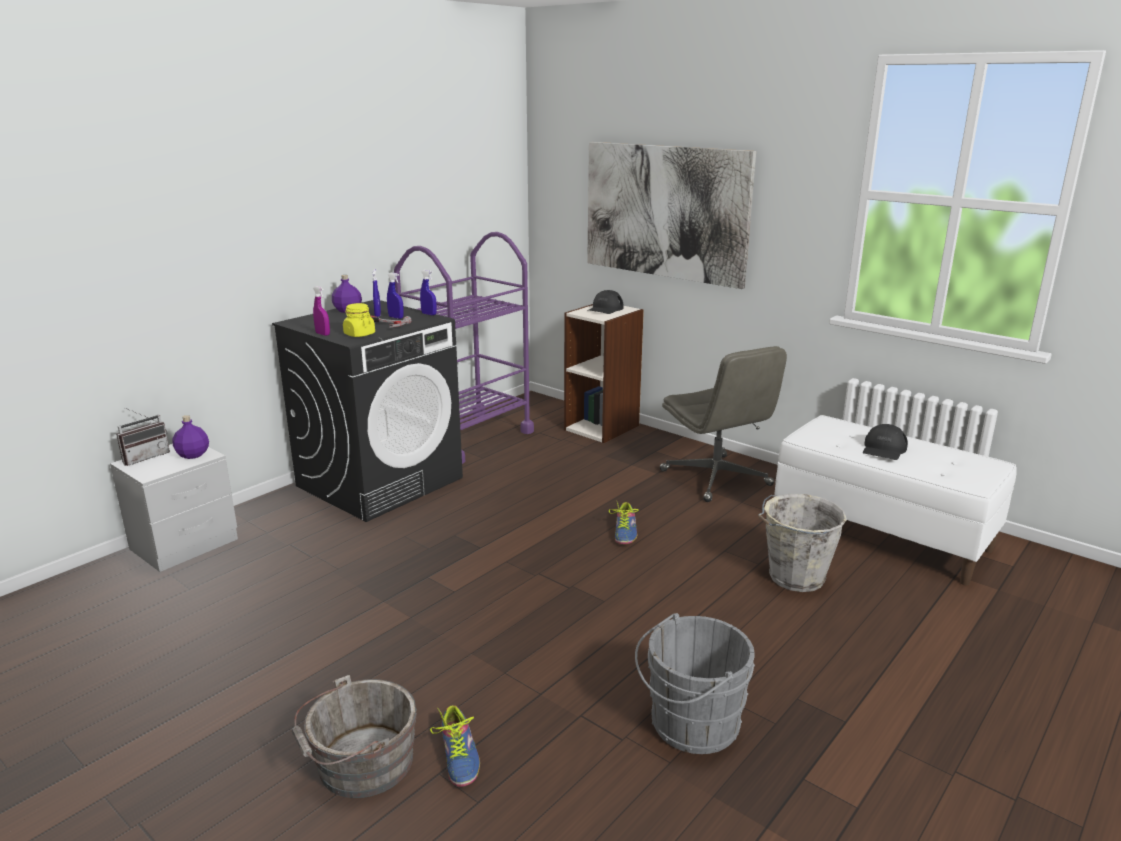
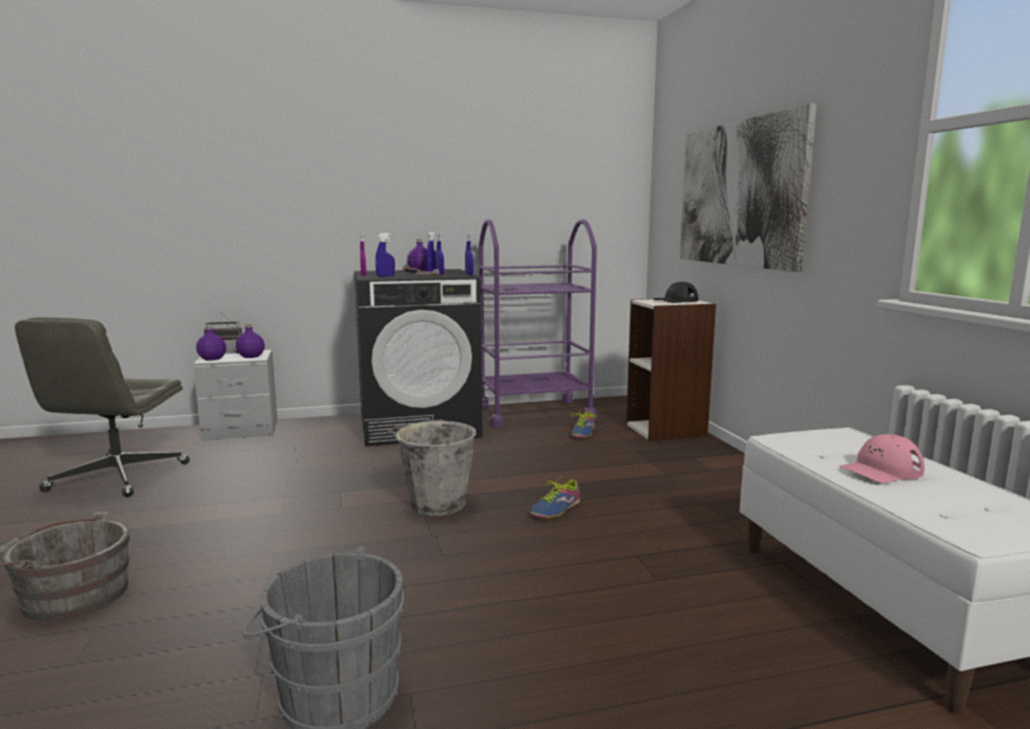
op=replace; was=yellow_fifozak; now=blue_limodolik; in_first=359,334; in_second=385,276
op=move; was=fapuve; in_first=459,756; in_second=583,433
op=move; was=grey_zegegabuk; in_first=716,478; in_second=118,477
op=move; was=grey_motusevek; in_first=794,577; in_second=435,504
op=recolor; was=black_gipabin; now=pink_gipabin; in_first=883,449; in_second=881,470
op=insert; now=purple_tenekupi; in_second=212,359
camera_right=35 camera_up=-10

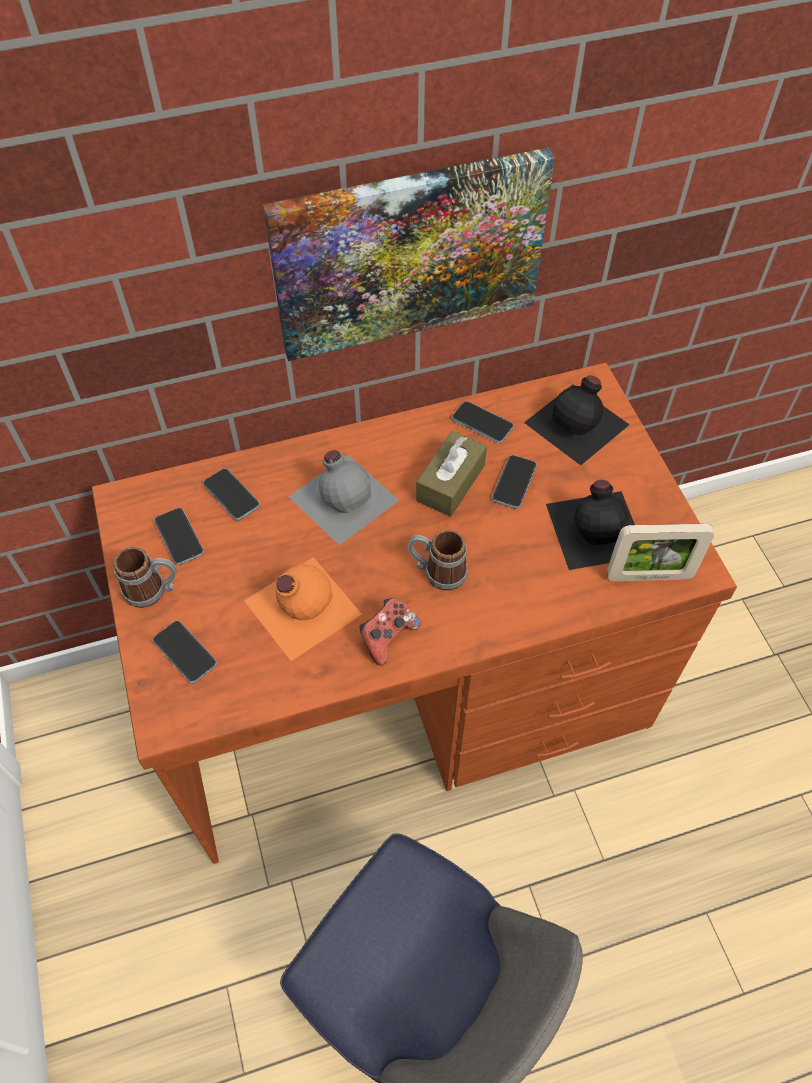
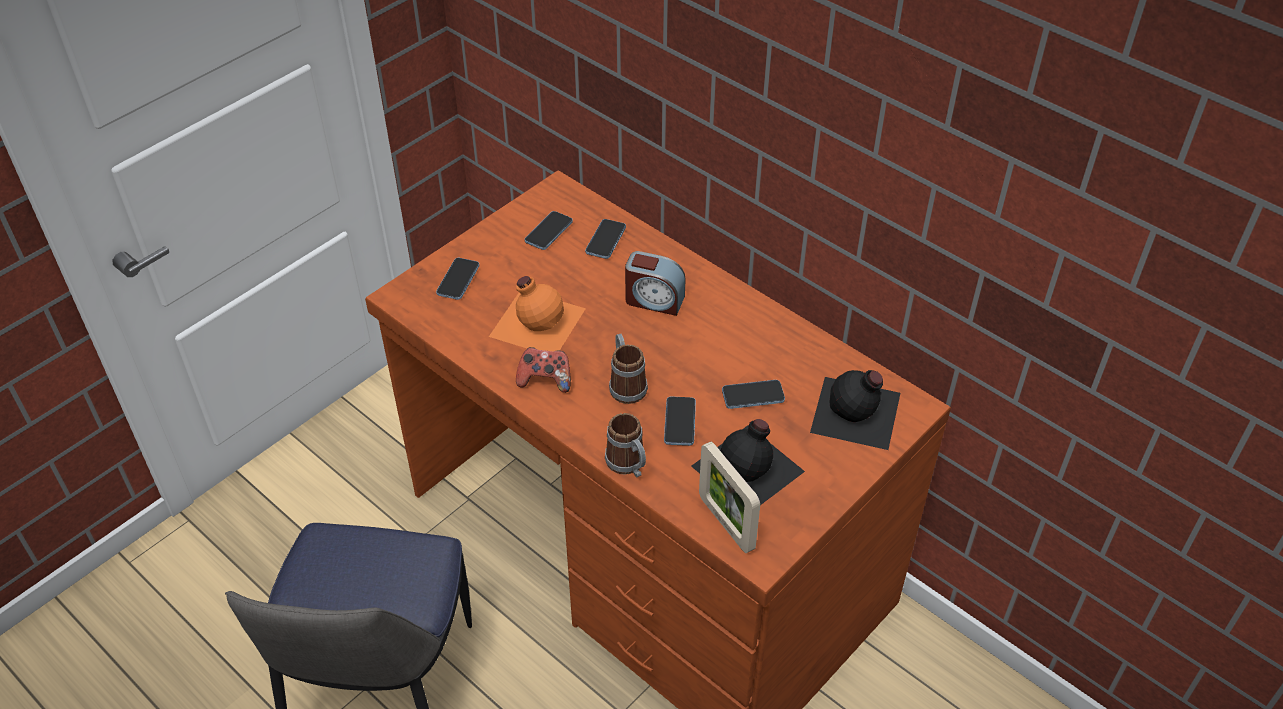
op=move; was=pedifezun; in_first=153,590; in_second=629,465
op=delete; was=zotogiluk; in_first=409,254
op=replace; was=grey_tenekupi; now=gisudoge; in_first=343,496; in_second=654,300
op=delete; was=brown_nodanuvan; in_first=450,483
op=move; was=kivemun; in_first=482,423; in_second=680,422
camera_right=60 camera_up=-10

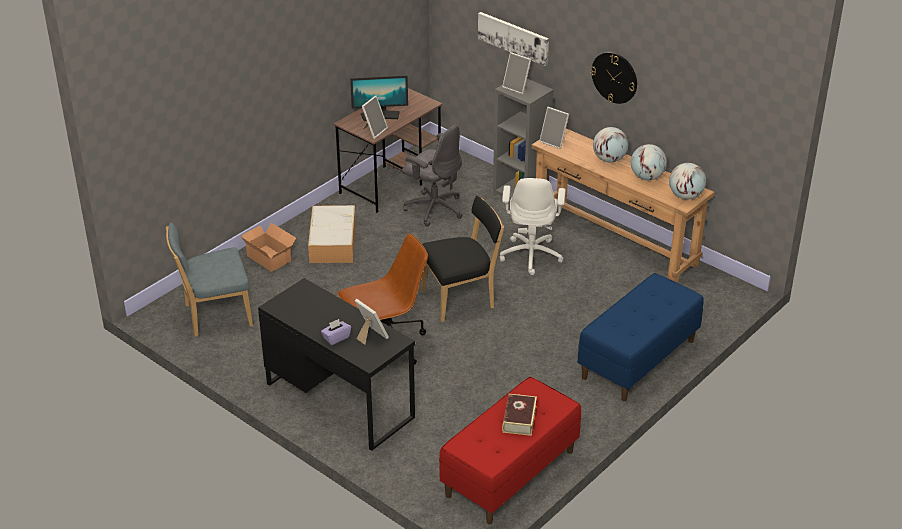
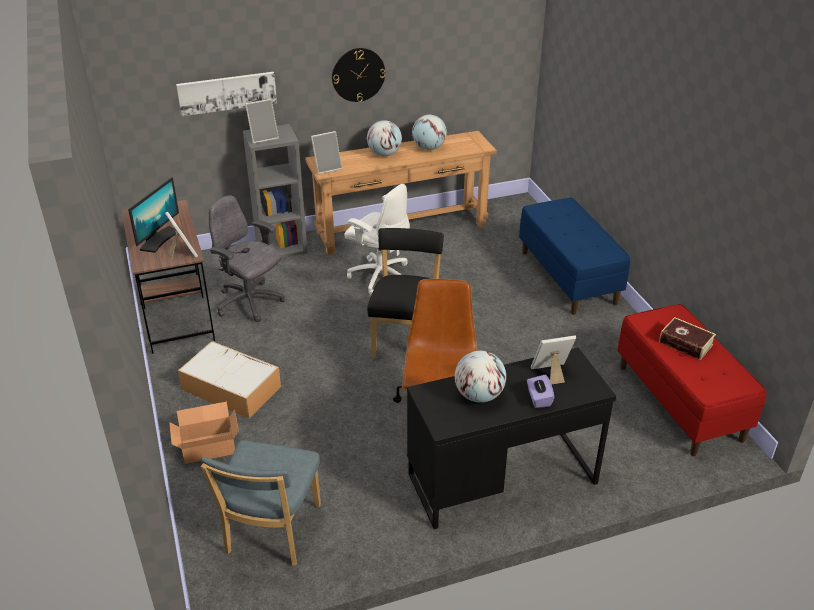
op=rotate; was=grey_zegegabuk; in_first=434,208; in_second=250,303; clockwise=-120
op=move; was=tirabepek; in_first=685,196; in_second=479,395
camera_right=-60 camera_up=0

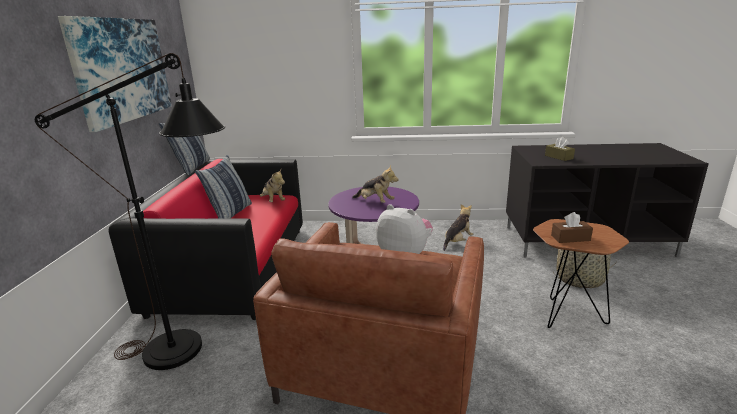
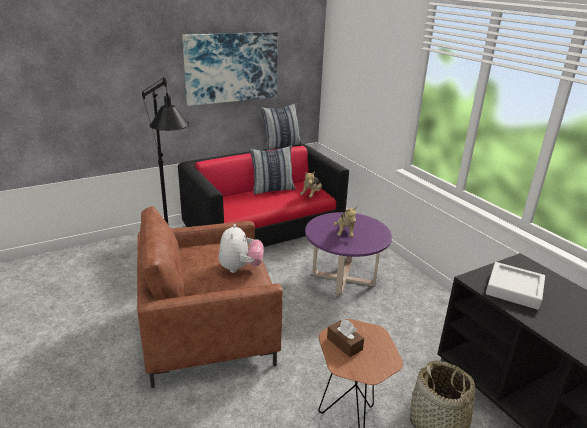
op=delete; was=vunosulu; in_first=457,241
op=replace; was=brown_nodanuvan; now=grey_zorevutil; in_first=559,157; in_second=514,289
camera_right=55 camera_up=5

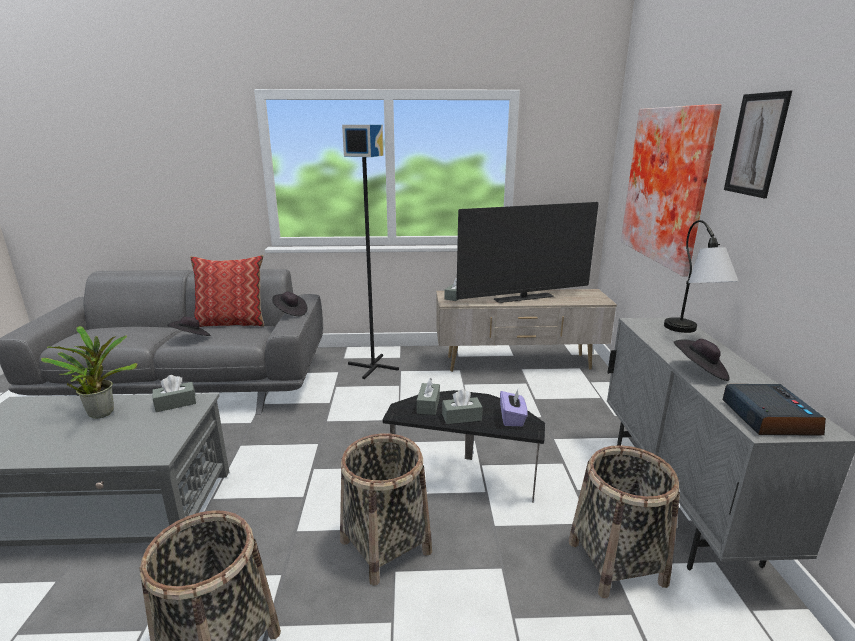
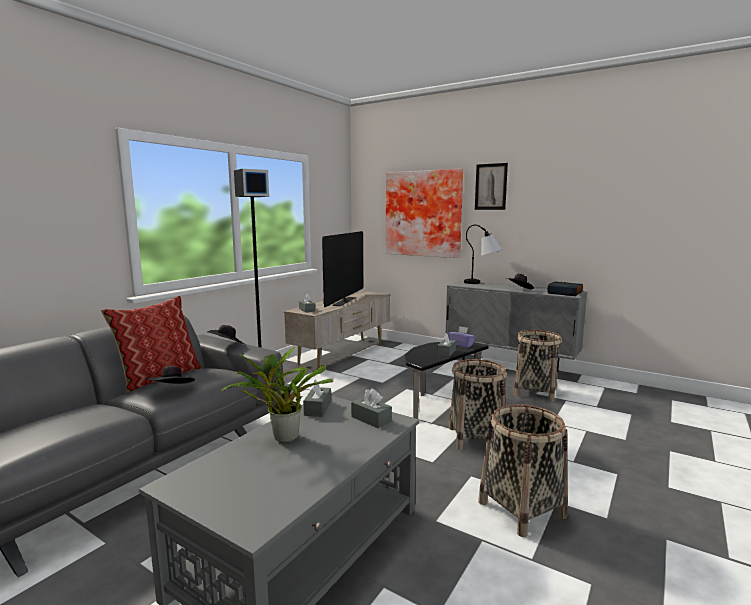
op=move; was=grey_nodanuvan; in_first=428,405; in_second=371,419
camera_right=-55 camera_up=-10

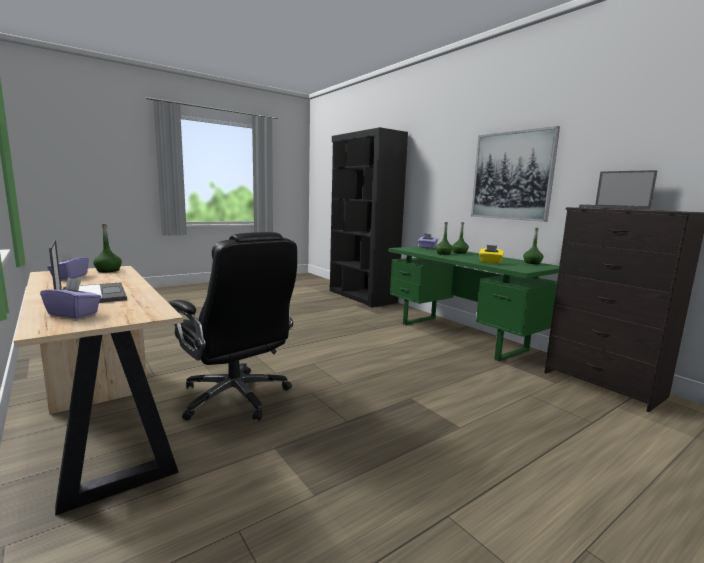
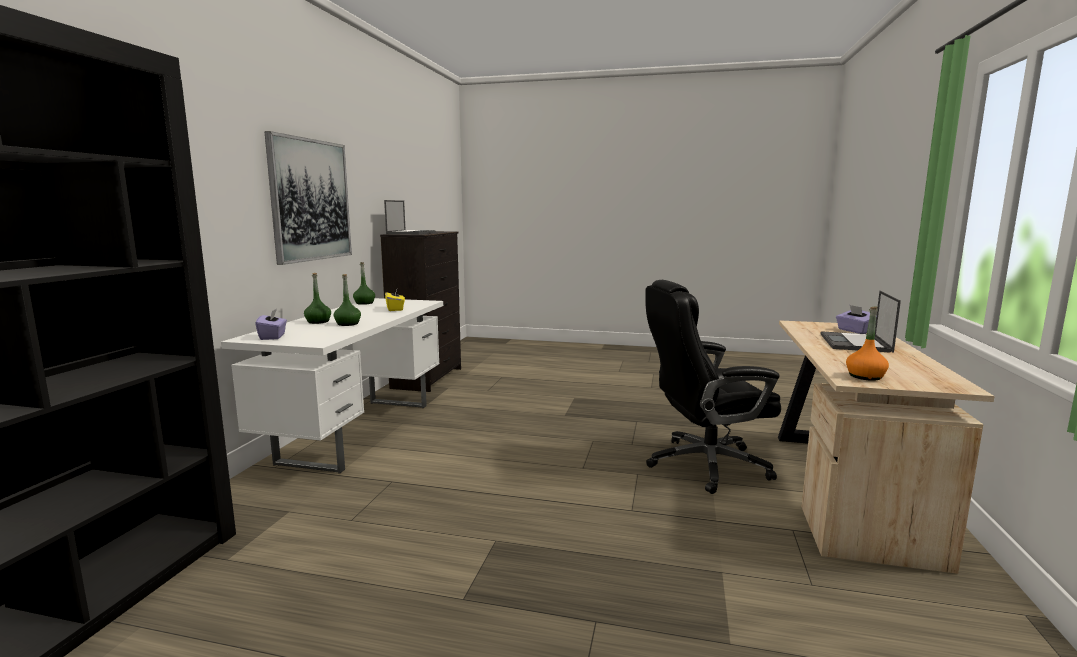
op=delete; was=purple_nodanuvan; in_first=70,277
op=recolor; was=green_tenekupi; now=orange_tenekupi; in_first=108,270; in_second=865,376
op=rotate; was=black_zegegabuk; in_first=236,397; in_second=704,465; clockwise=-105
op=recolor; was=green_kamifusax; now=white_kamifusax; in_first=461,336; in_second=359,431
camera_right=-130 camera_up=0

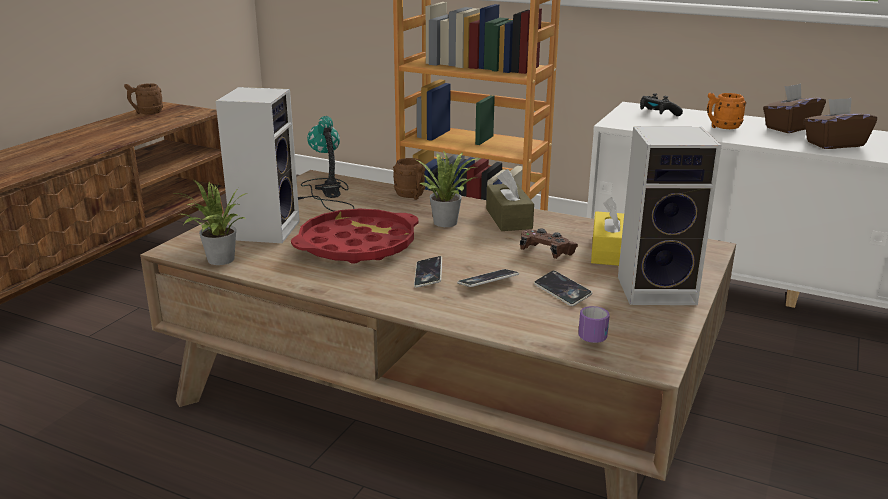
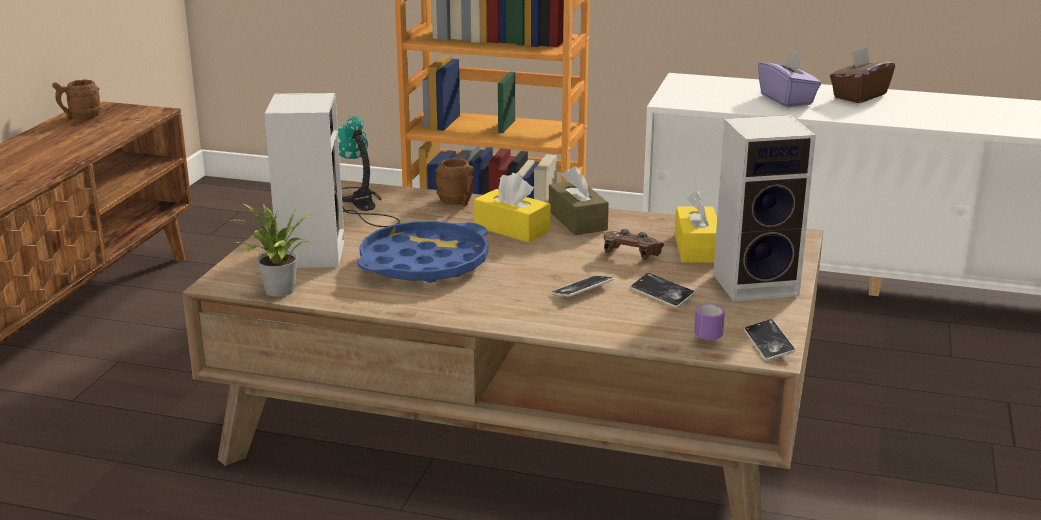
op=recolor; was=red_zorevutil; now=blue_zorevutil; in_first=357,245; in_second=424,263
op=replace; was=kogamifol; now=yellow_nodanuvan; in_first=447,222; in_second=512,229
op=move; was=kivemun; in_first=428,275; in_second=768,344
op=delete; was=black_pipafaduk; in_first=658,114
op=replace; was=orange_pedifezun; now=purple_nodanuvan; in_first=721,127; in_second=787,100
op=delete; was=brown_nodanuvan; in_first=834,144
camera_right=-10 camera_up=0

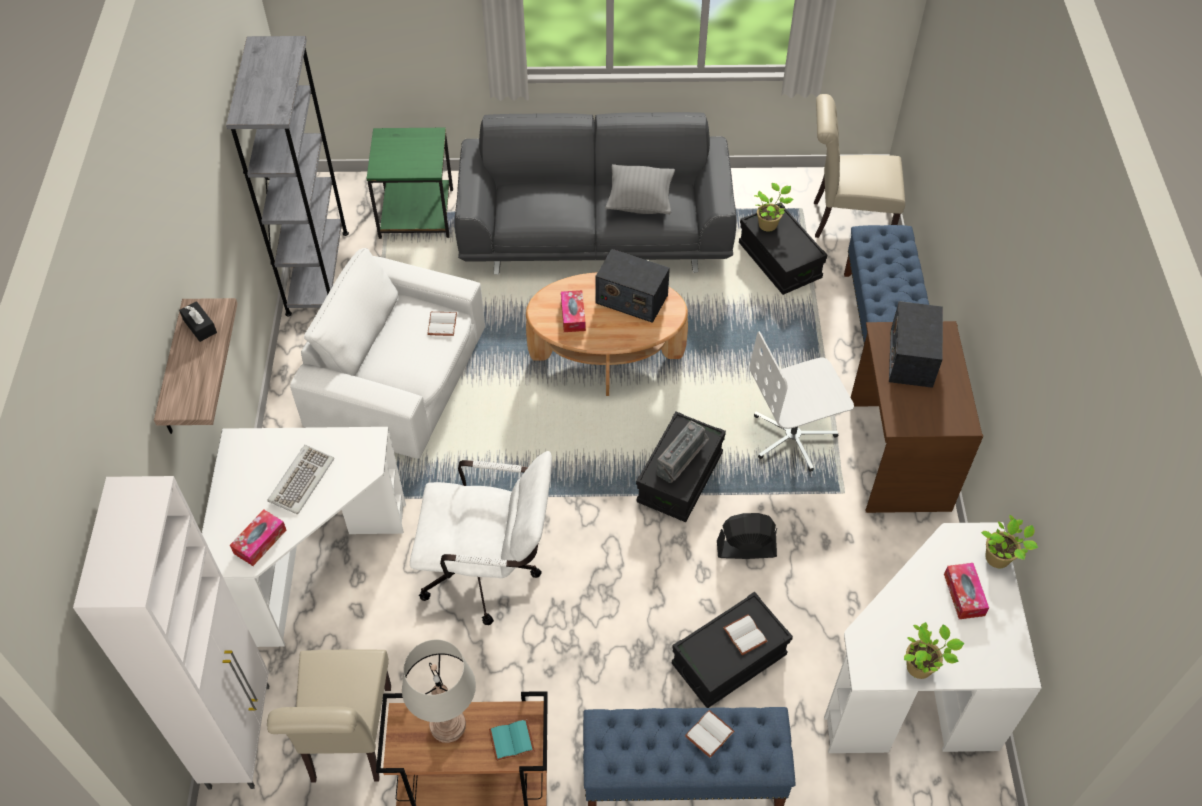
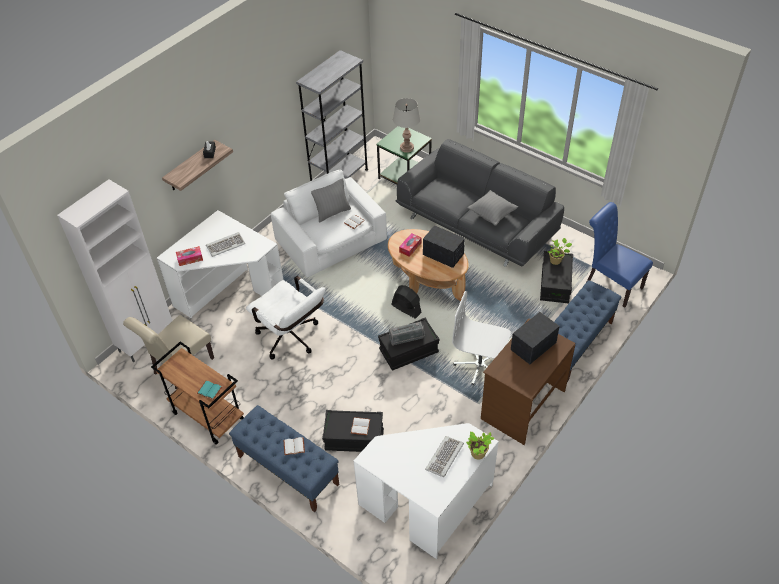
op=move; was=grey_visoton; in_first=448,725; in_second=407,148
op=rotate; was=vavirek; in_first=631,299; in_second=443,254; clockwise=150
op=move; was=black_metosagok; in_first=746,549; in_second=406,309
op=recolor; was=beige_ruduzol; now=blue_ruduzol; in_first=846,220; in_second=610,284
op=delete; was=kogamifol; in_first=921,667
op=replace; was=nodanuvan; now=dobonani; in_first=964,595; in_second=445,457
op=insert; now=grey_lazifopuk; in_second=332,212
camera_right=40 camera_up=-5

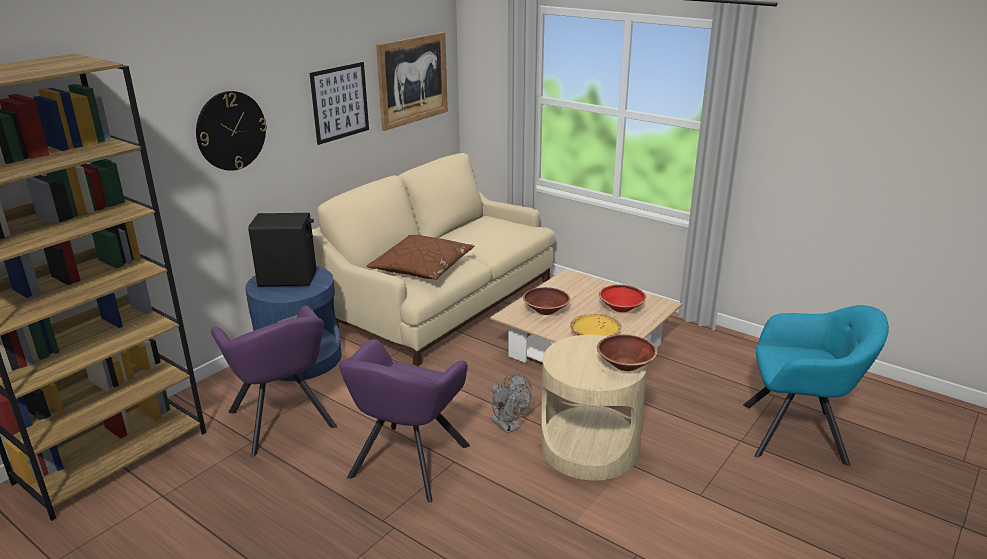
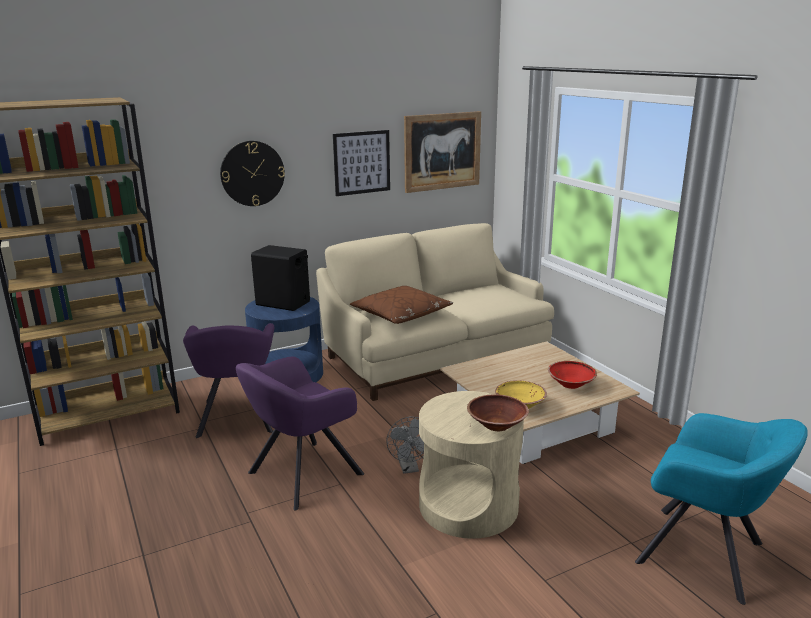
op=delete; was=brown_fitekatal; in_first=545,310
camera_right=25 camera_up=-5

